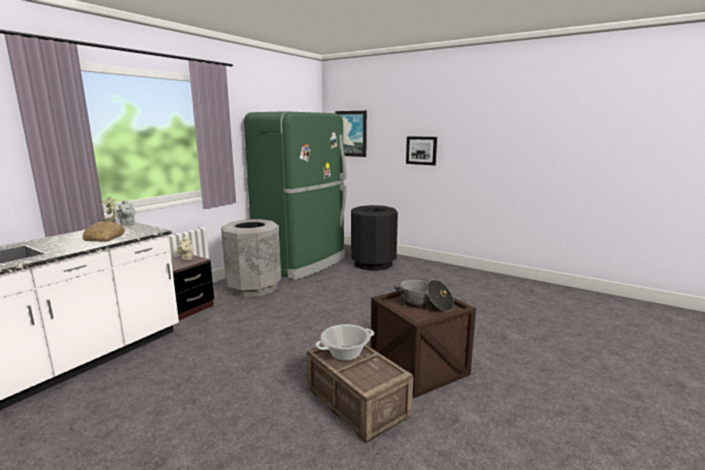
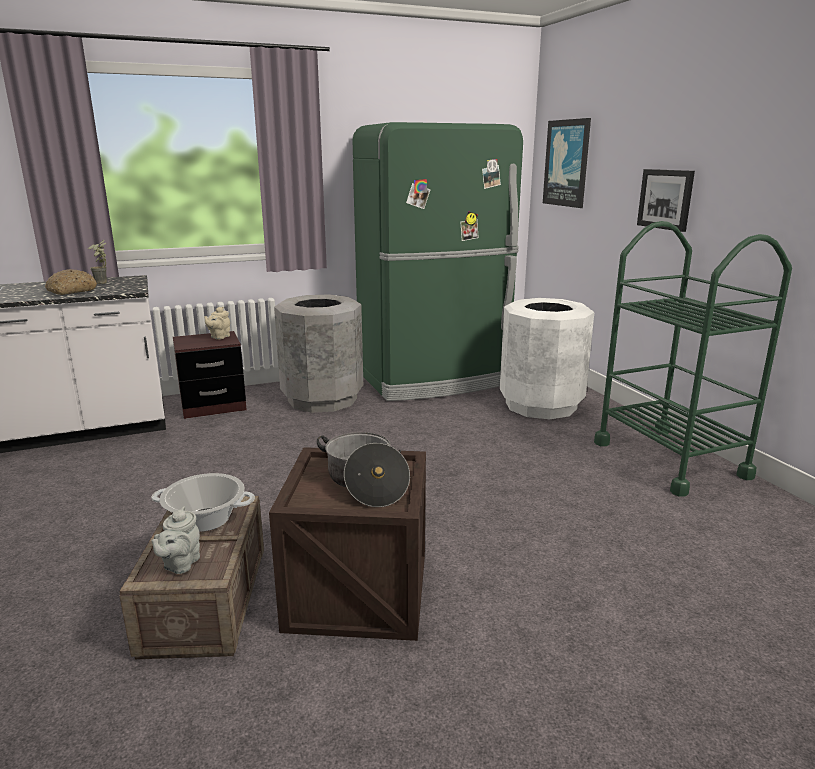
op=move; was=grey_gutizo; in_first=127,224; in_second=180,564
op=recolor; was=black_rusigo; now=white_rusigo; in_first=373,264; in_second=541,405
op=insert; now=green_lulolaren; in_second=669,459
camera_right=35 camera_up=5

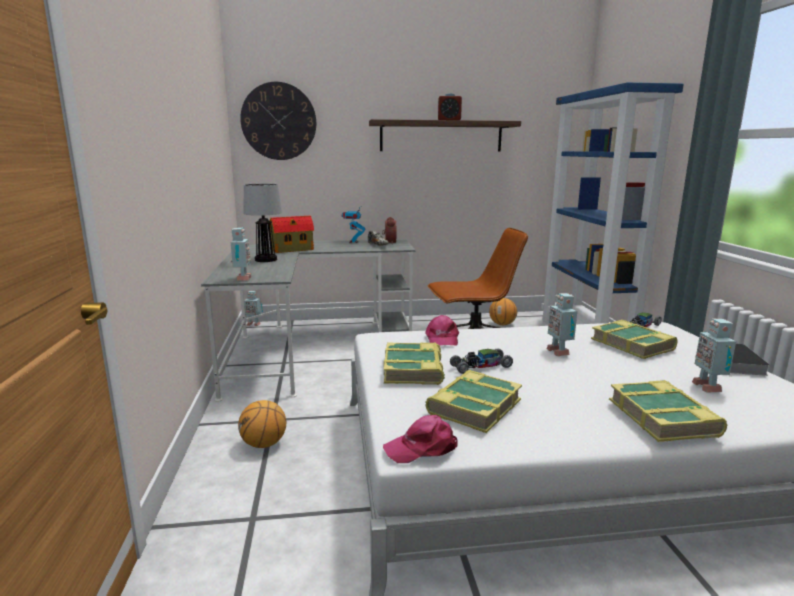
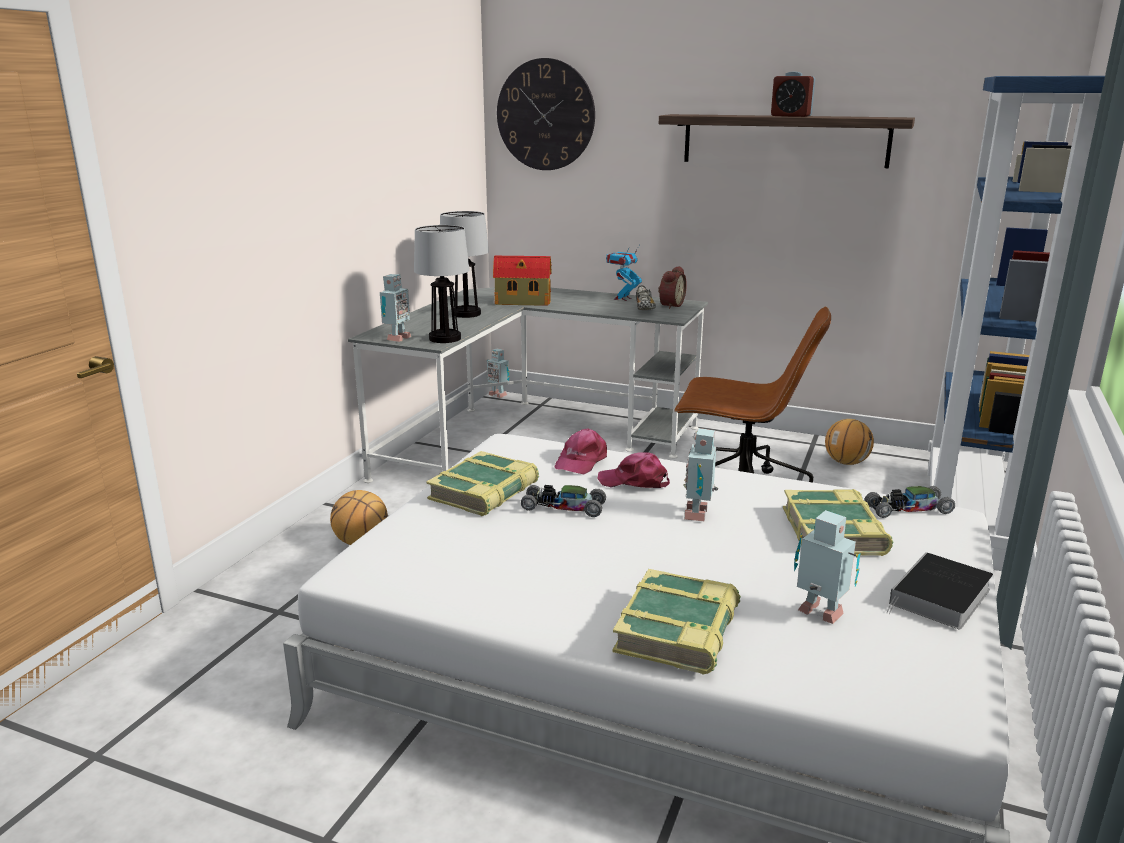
op=move; was=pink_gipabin; in_first=422,448; in_second=634,481
op=delete; was=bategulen; in_first=473,407
op=rotate; was=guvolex; in_first=708,387; in_second=820,615; clockwise=105
op=insert; now=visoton; in_second=445,338
camera_right=30 camera_up=5

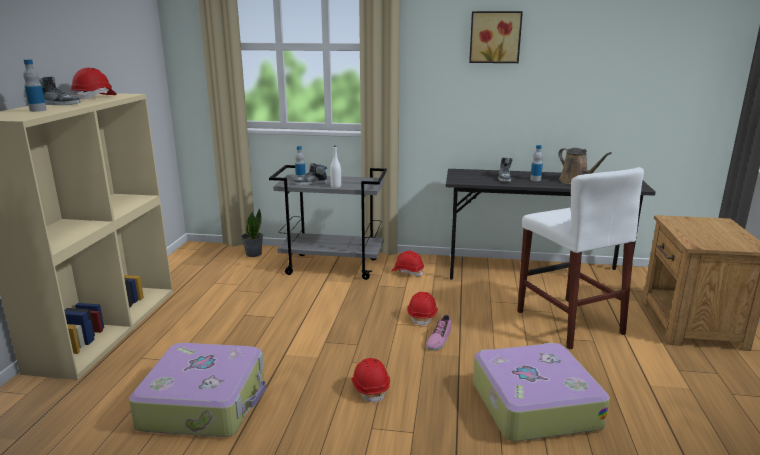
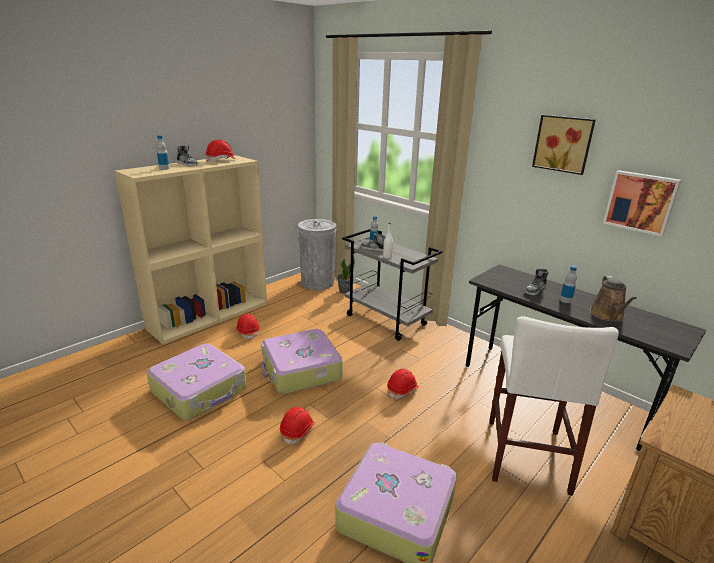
op=move; was=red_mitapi; in_first=407,272; in_second=248,332
op=delete; was=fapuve; in_first=438,339
op=insert; now=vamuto; in_second=301,370
op=insert; now=grey_rusigo; in_second=317,282
op=insert; now=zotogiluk; in_second=640,202
camera_right=35 camera_up=5

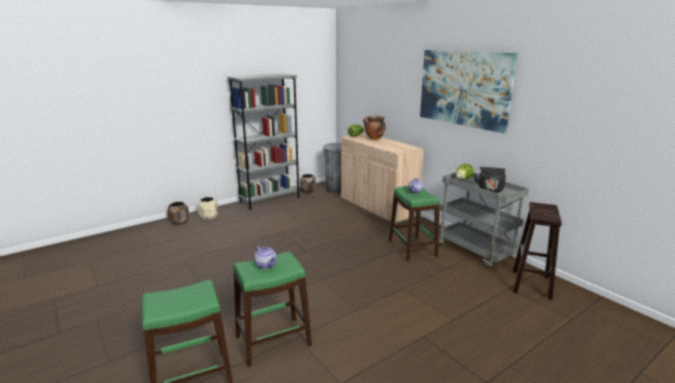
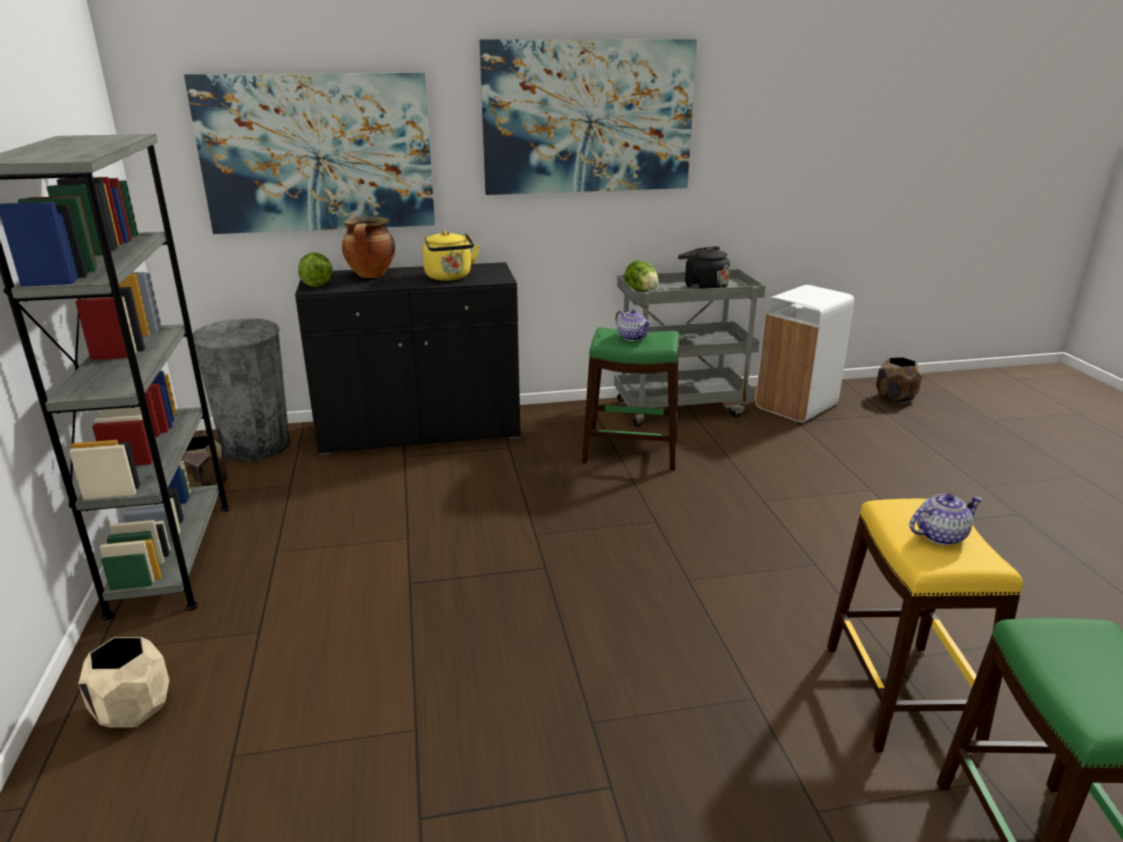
op=move; was=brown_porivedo; in_first=179,222; in_second=895,398
op=recolor; was=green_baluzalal; now=yellow_baluzalal; in_first=272,340; in_second=899,695
op=recolor; was=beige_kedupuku; now=black_kedupuku; in_first=377,207; in_second=420,431
op=replace; was=brown_baluzalal; now=white_rusigo; in_first=531,285; in_second=797,406
op=insert; now=zotogiluk; in_second=317,153
op=insert; now=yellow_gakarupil; in_second=449,277
camera_right=-65 camera_up=5

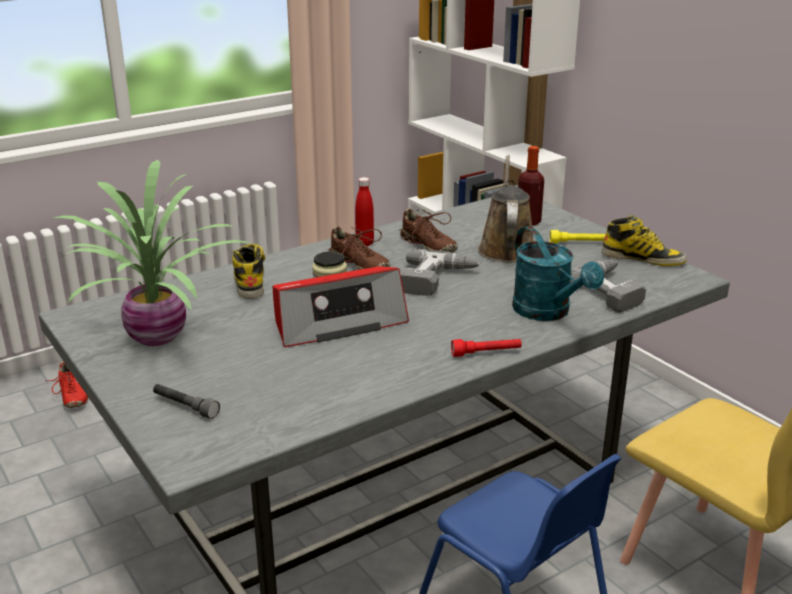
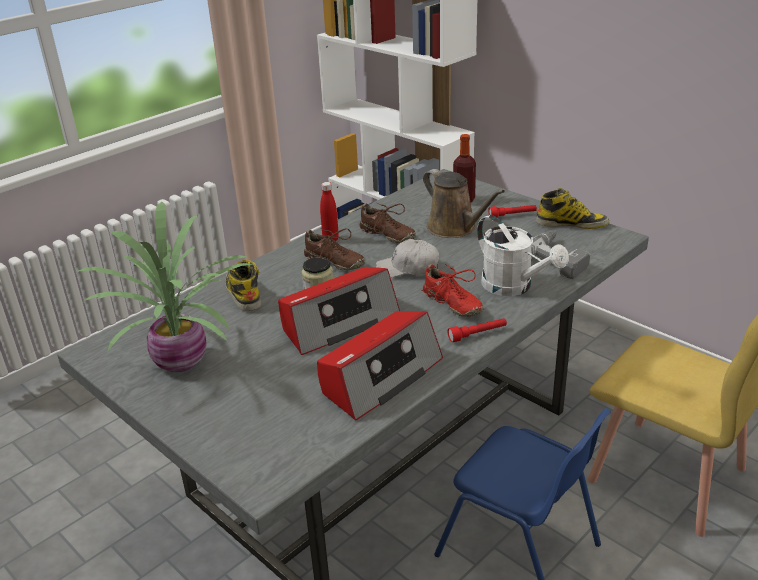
op=move; was=red_fapuve; in_first=72,396; in_second=452,304
op=delete; was=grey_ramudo; in_first=185,407
op=replace; was=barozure; now=white_gipabin; in_first=437,280; in_second=408,268
op=rotate; was=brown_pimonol; in_first=506,248; in_second=455,228; clockwise=150
op=recolor; was=turquoise_pimonol; now=white_pimonol; in_first=548,312; in_second=514,287
op=recolor; was=yellow_ramudo; now=red_ramudo; in_first=577,243; in_second=512,215
op=insert; now=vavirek; in_second=380,377
camera_right=-10 camera_up=5

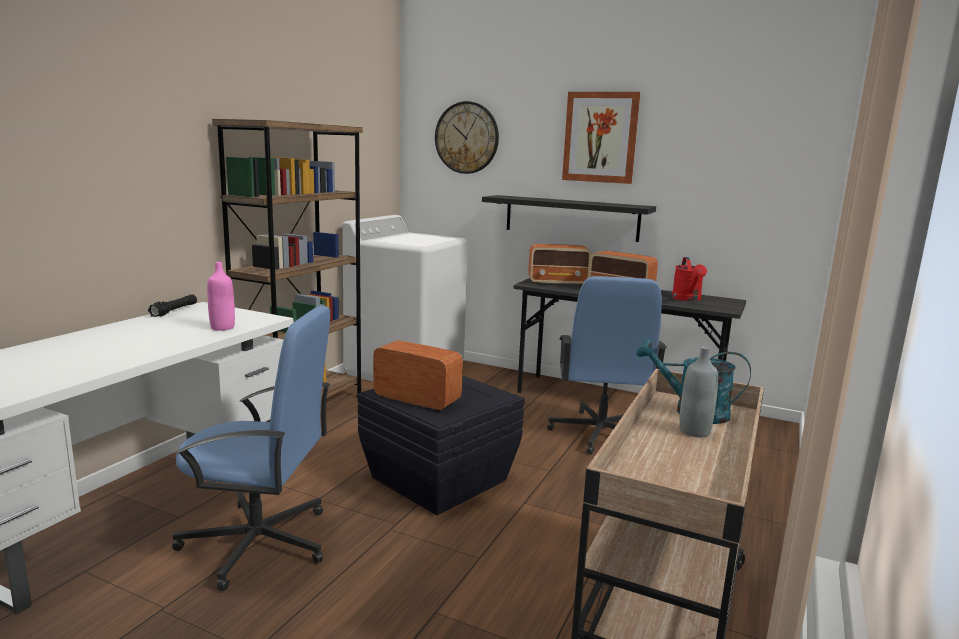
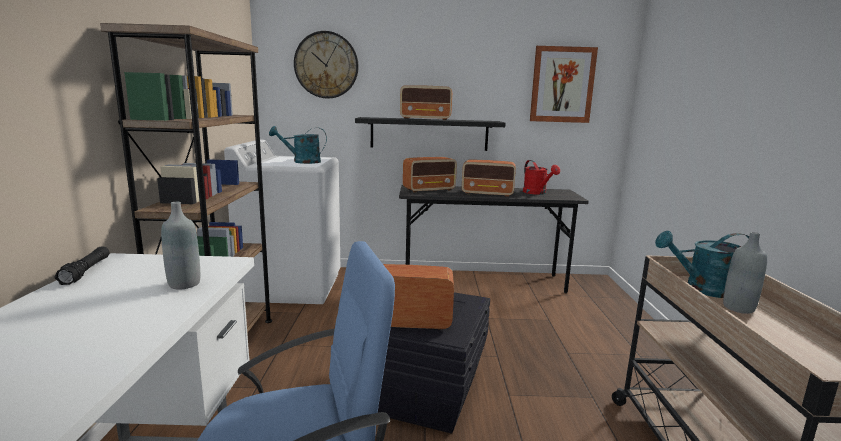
op=recolor; was=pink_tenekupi; now=grey_tenekupi; in_first=222,327; in_second=184,284
op=delete; was=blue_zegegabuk; in_first=600,433
op=move; was=zotogiluk; in_first=600,137; in_second=562,85
op=insert; now=turquoise_pimonol; in_second=301,161
op=insert; now=vavirek; in_second=426,119
camera_right=-25 camera_up=0

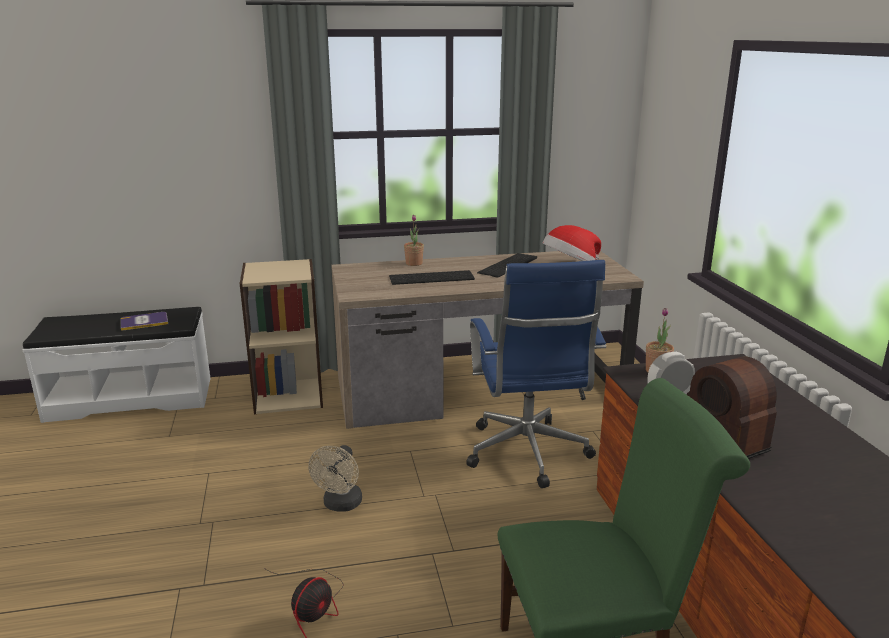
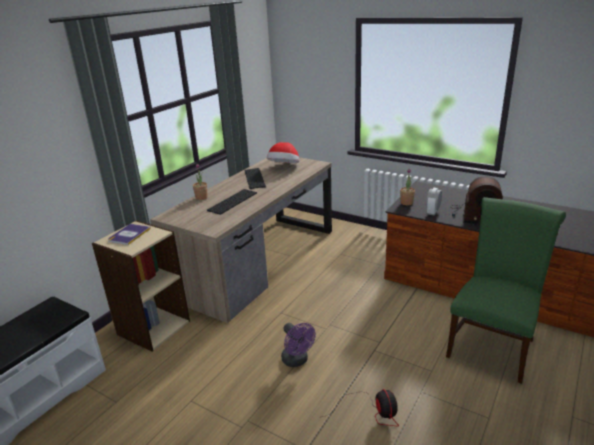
op=move; was=bategulen; in_first=144,322; in_second=129,235
op=recolor; was=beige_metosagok; now=purple_metosagok; in_first=340,505; in_second=297,361
op=delete; was=blue_zegegabuk; in_first=528,455
camera_right=-45 camera_up=5

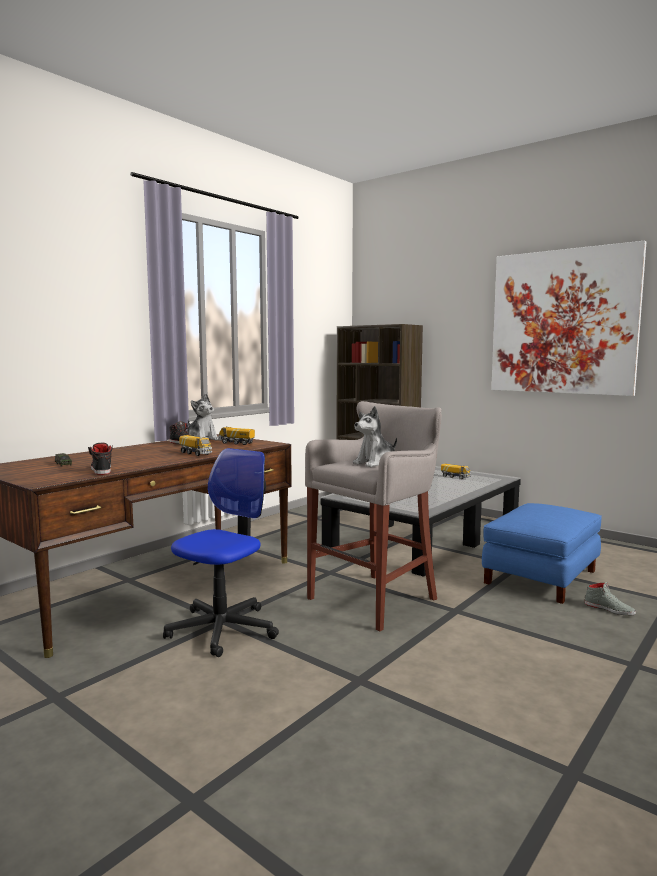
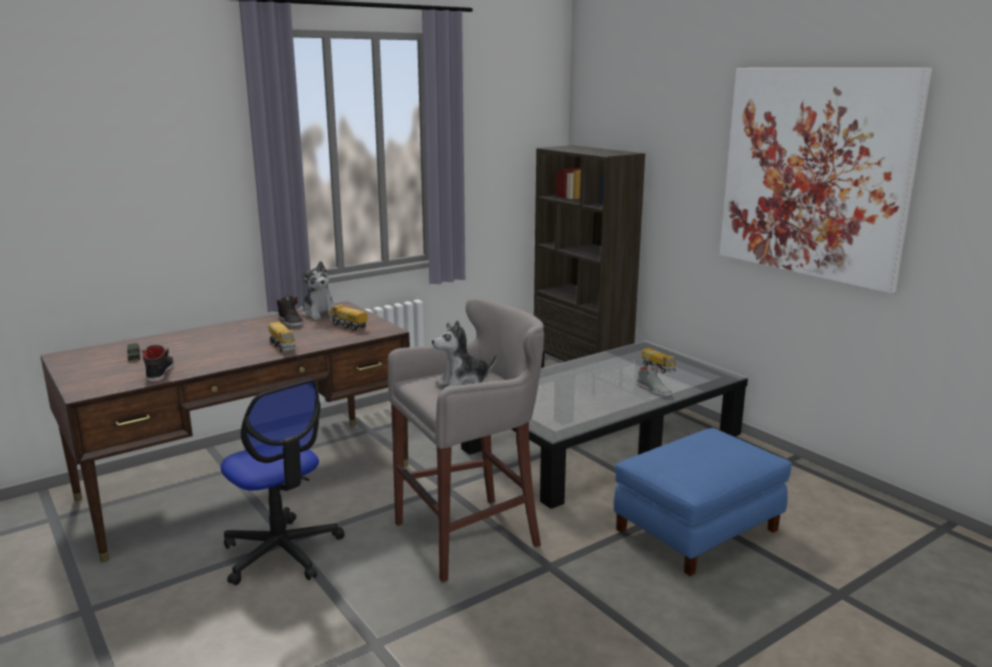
op=rotate; was=zegegabuk; in_first=222,629; in_second=282,552; clockwise=90
op=move; was=grey_fapuve; in_first=609,609; in_second=654,390
camera_right=15 camera_up=10

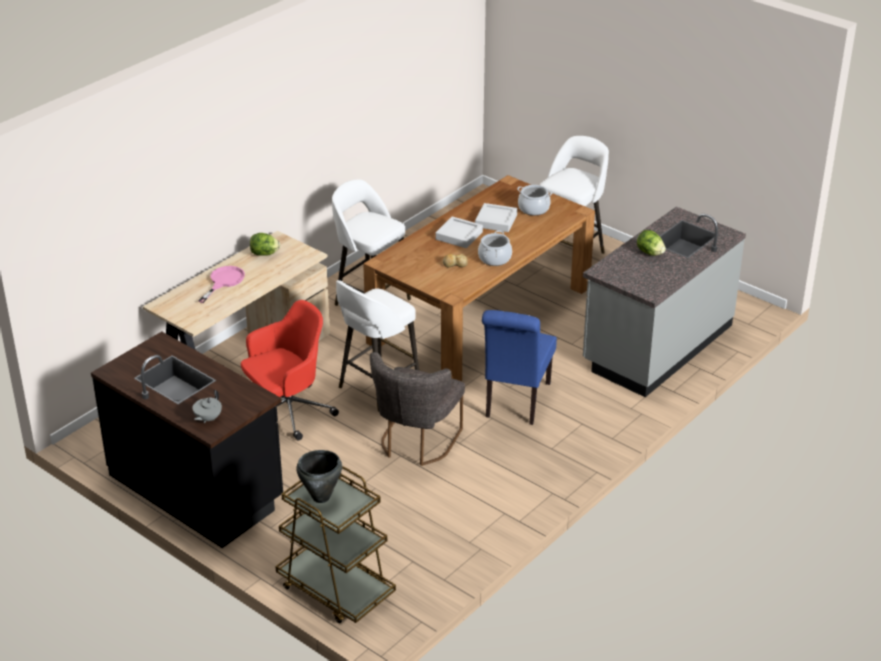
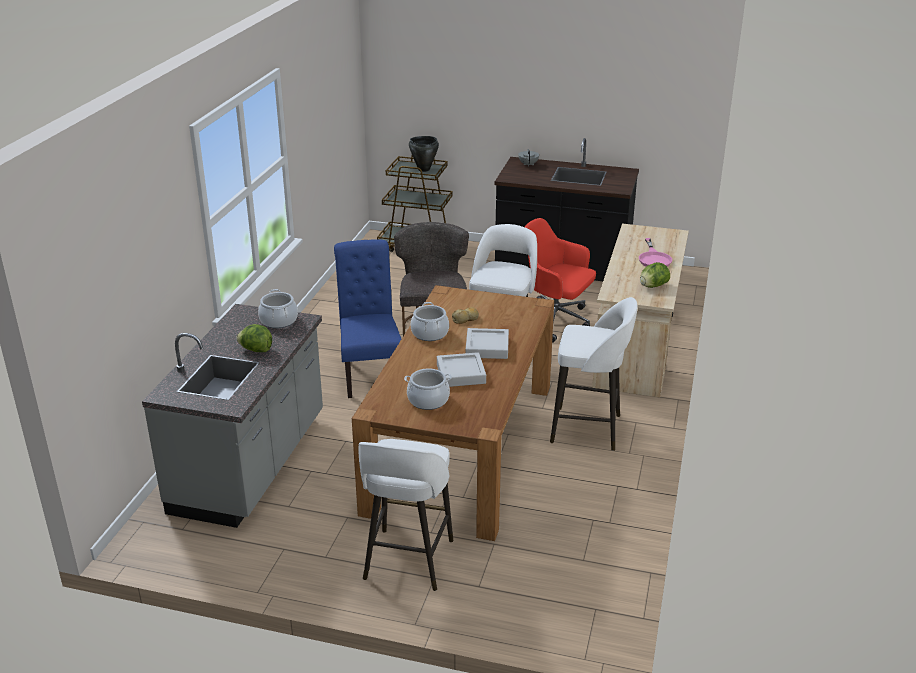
op=rotate; was=red_zegegabuk; in_first=287,412; in_second=555,321; clockwise=90
op=insert; now=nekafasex; in_second=278,321
camera_right=155 camera_up=-5

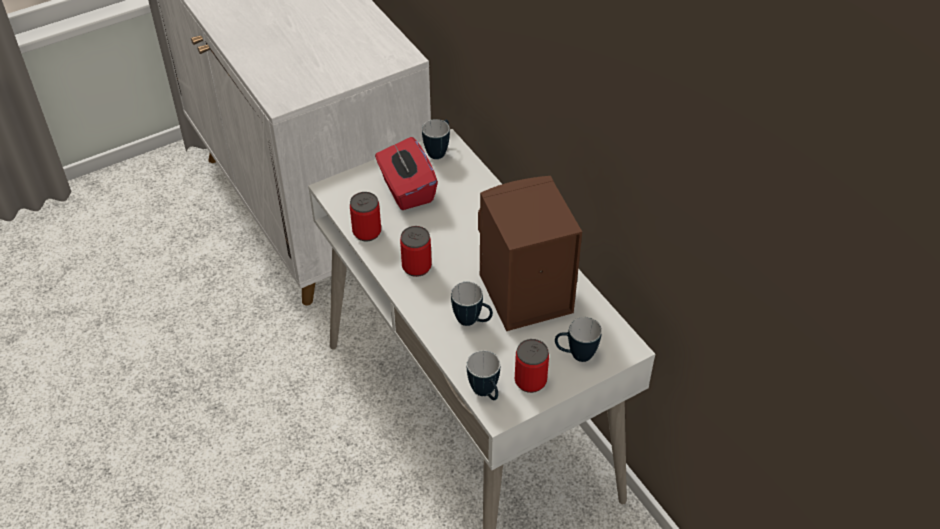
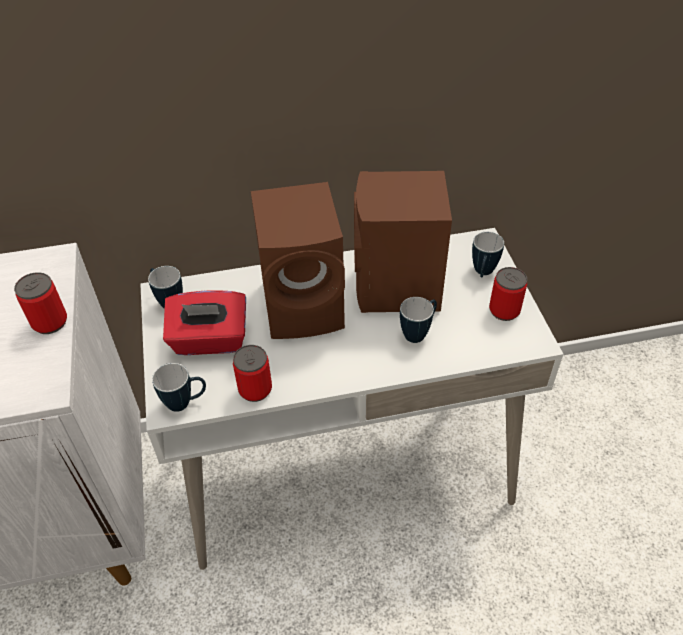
op=move; was=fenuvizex; in_first=416,266; in_second=50,322
op=move; was=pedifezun; in_first=486,393; in_second=185,403
op=insert; now=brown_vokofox; in_second=306,305
camera_right=-70 camera_up=0

